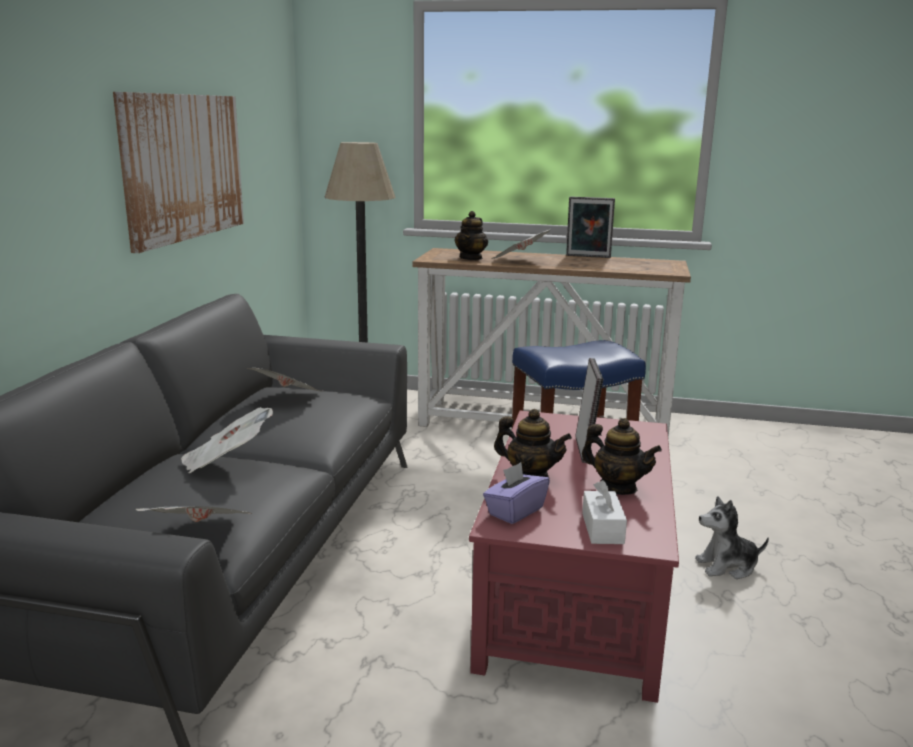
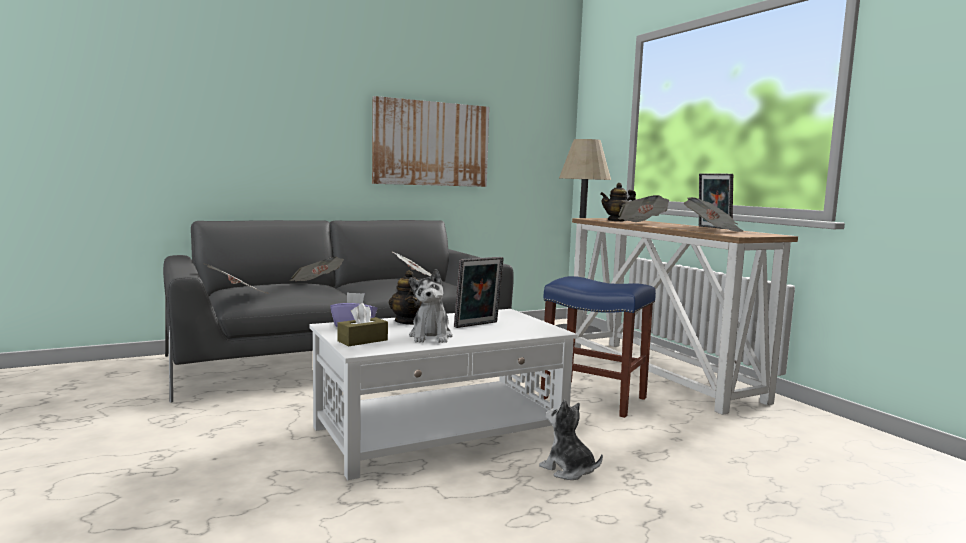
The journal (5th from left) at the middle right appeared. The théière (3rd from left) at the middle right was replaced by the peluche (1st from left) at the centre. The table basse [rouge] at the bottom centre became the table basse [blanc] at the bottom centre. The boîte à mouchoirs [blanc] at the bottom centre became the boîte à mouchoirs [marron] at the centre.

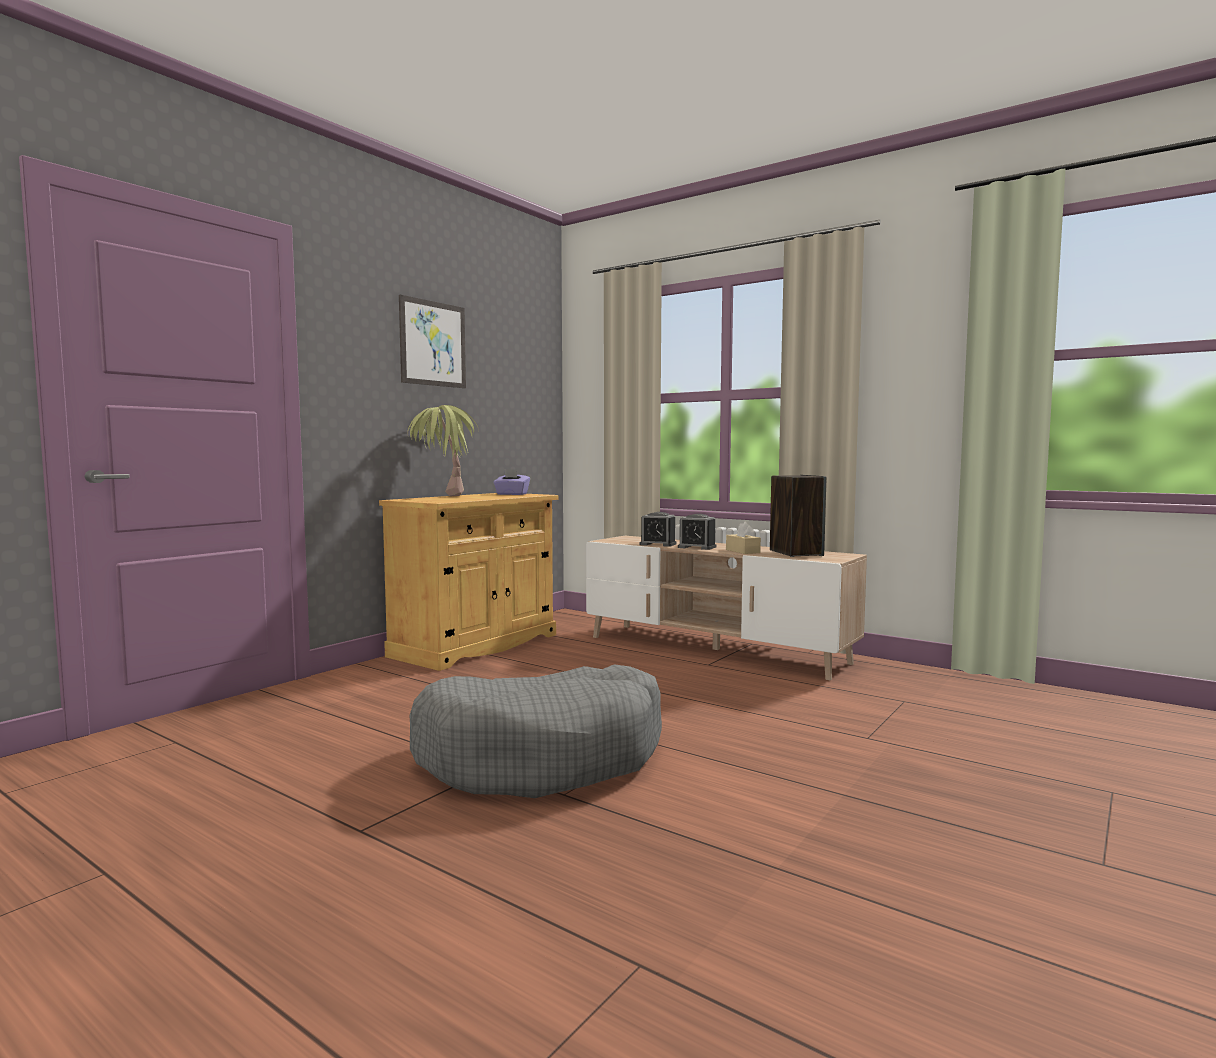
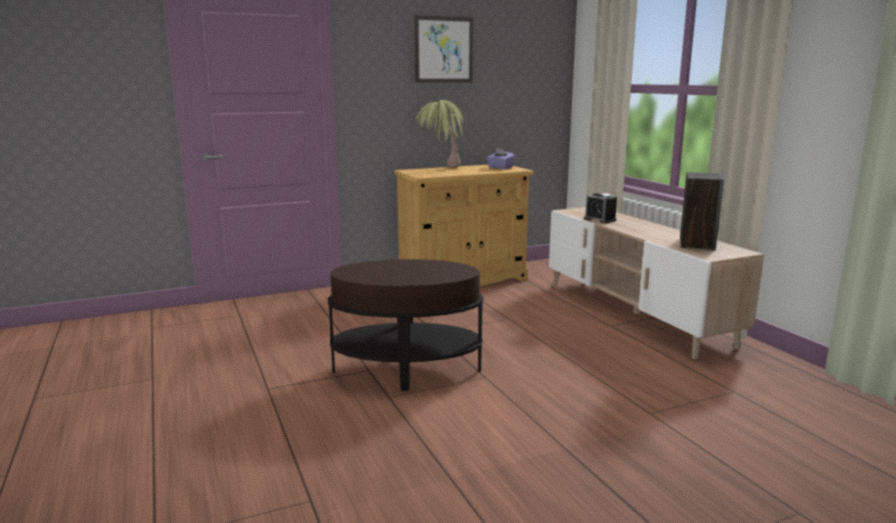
The réveil (2nd from left) at the centre disappeared. The boîte à mouchoirs [beige] at the centre disappeared. The panier pour chien [gris] at the bottom centre was replaced by the table d'appoint [marron] at the centre.

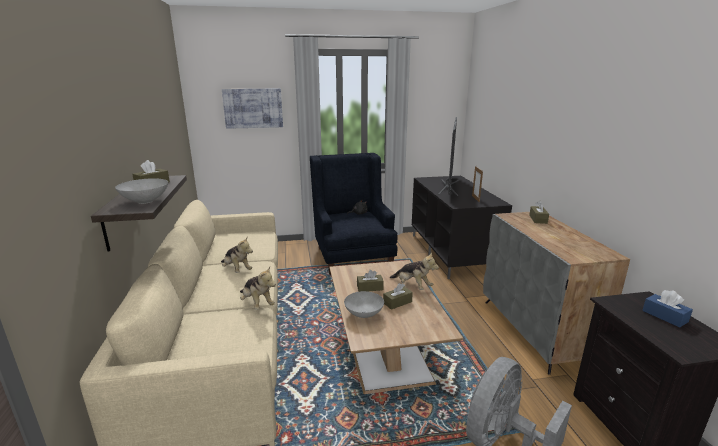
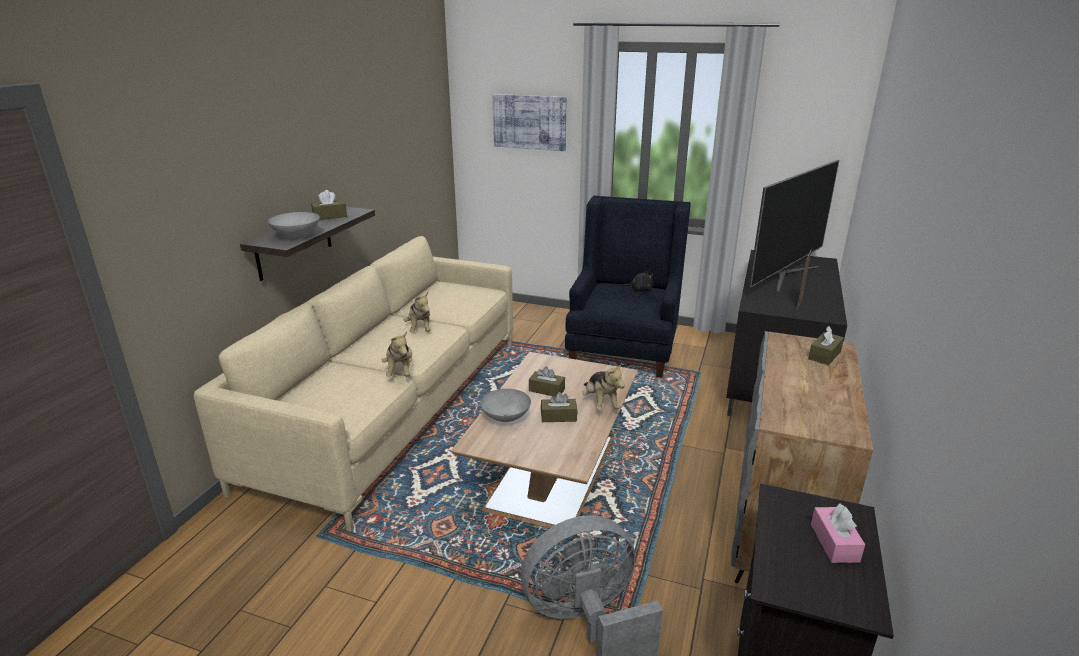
The boîte à mouchoirs [bleu] at the bottom right became the boîte à mouchoirs [rose] at the bottom right.

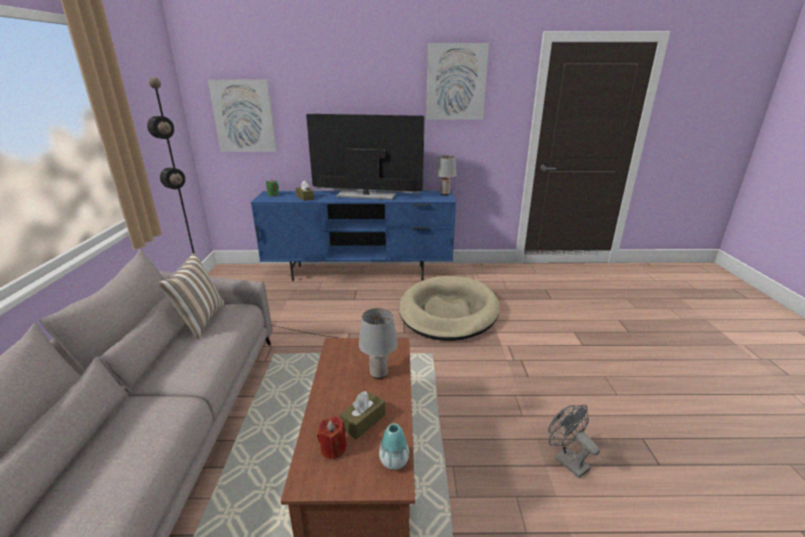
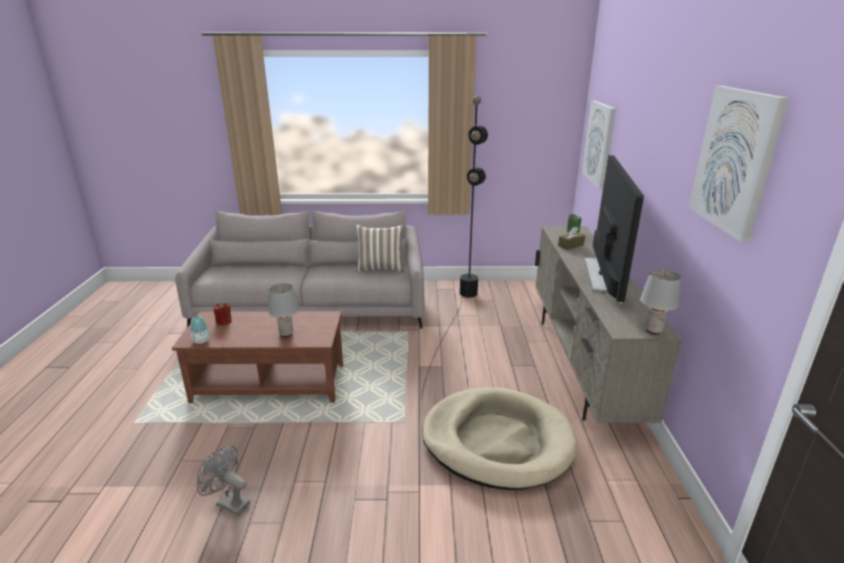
The boîte à mouchoirs [marron] (2nd from left) at the bottom centre disappeared. The meuble télé [bleu] at the centre became the meuble télé [beige] at the middle right. The ventilateur [gris] at the bottom right turned 120 degrees counterclockwise.

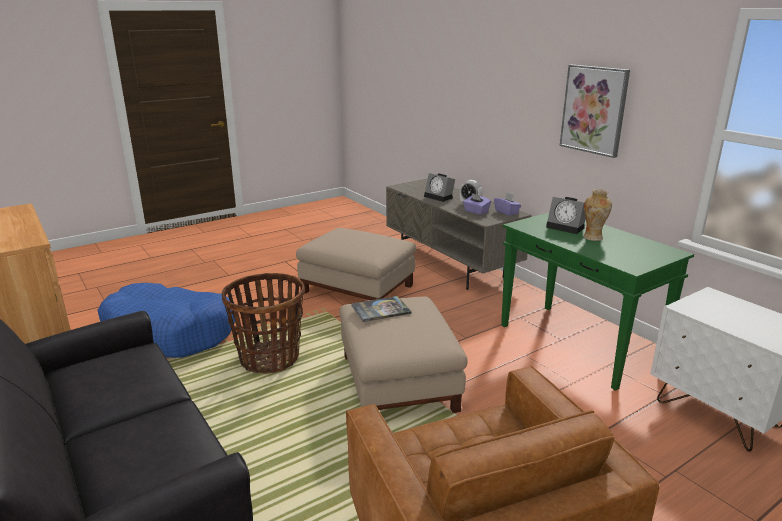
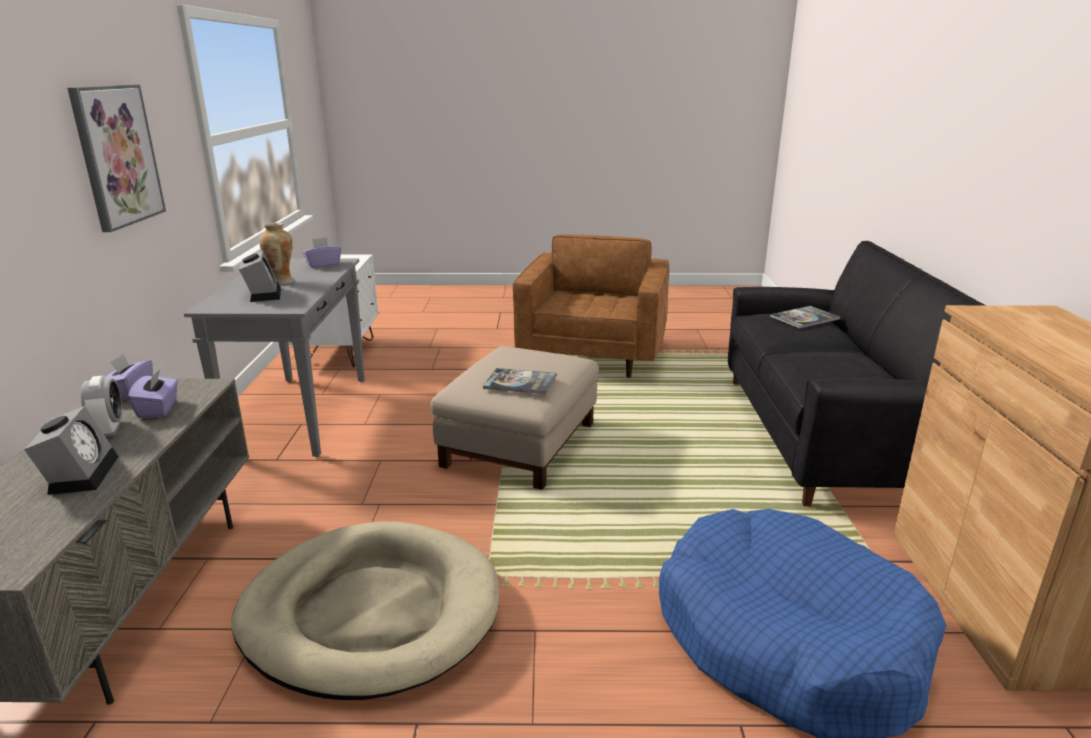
The panier at the centre disappeared. The boîte à mouchoirs [violet] (3rd from left) at the middle left appeared. The livre (2nd from left) at the middle right appeared. The pouf [beige] (1st from left) at the centre was replaced by the panier pour chien [beige] at the bottom centre. The table console [vert] at the middle right became the table console [gris] at the middle left.

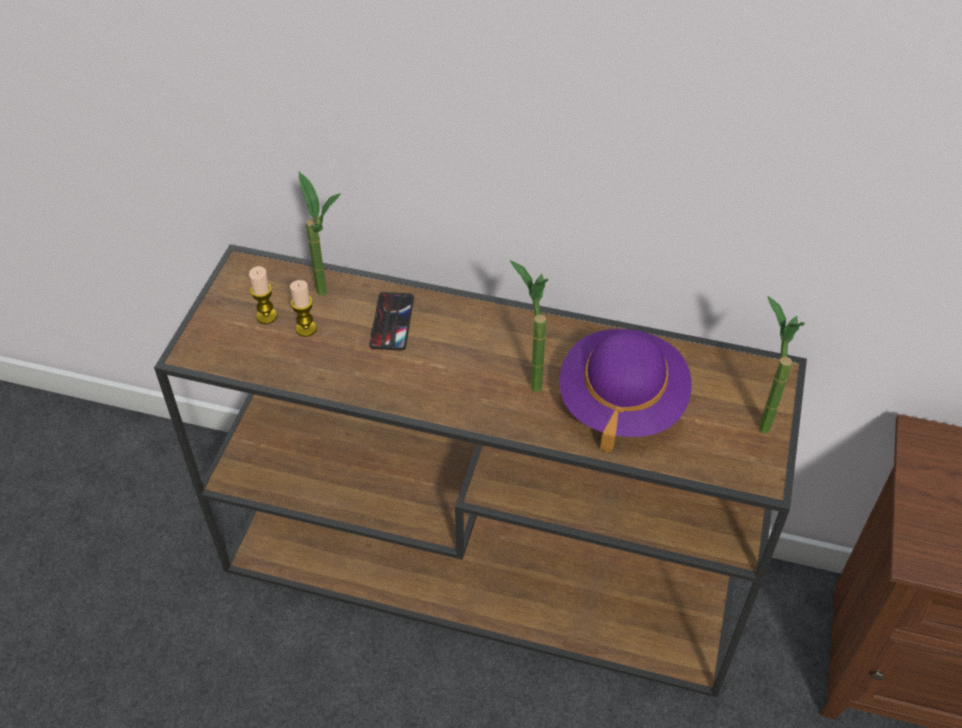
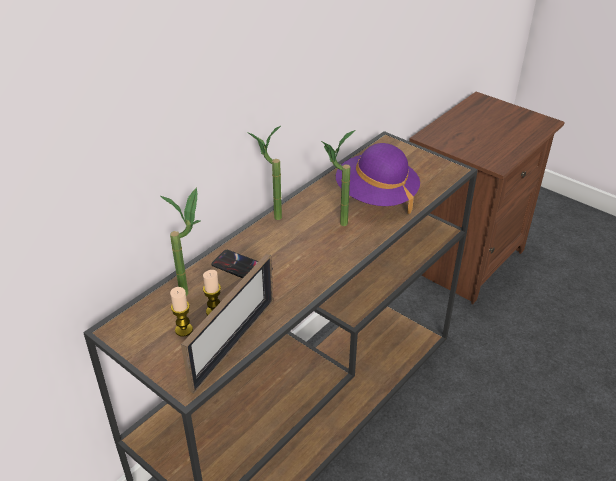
The cadre photo at the bottom centre appeared. The plante en pot (3rd from left in the first image) moved from the middle right to the centre.

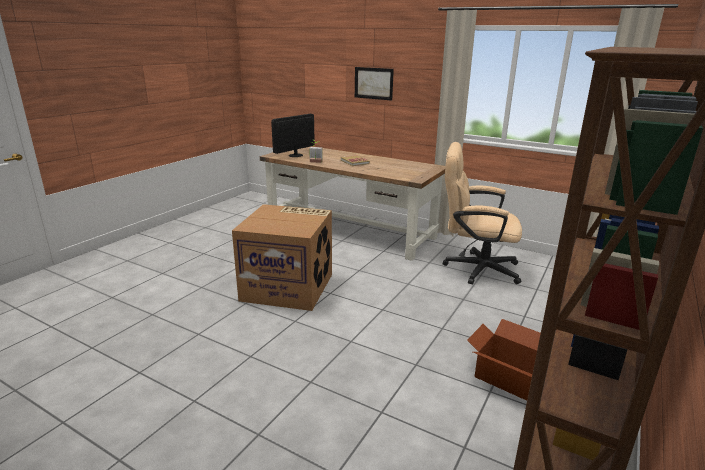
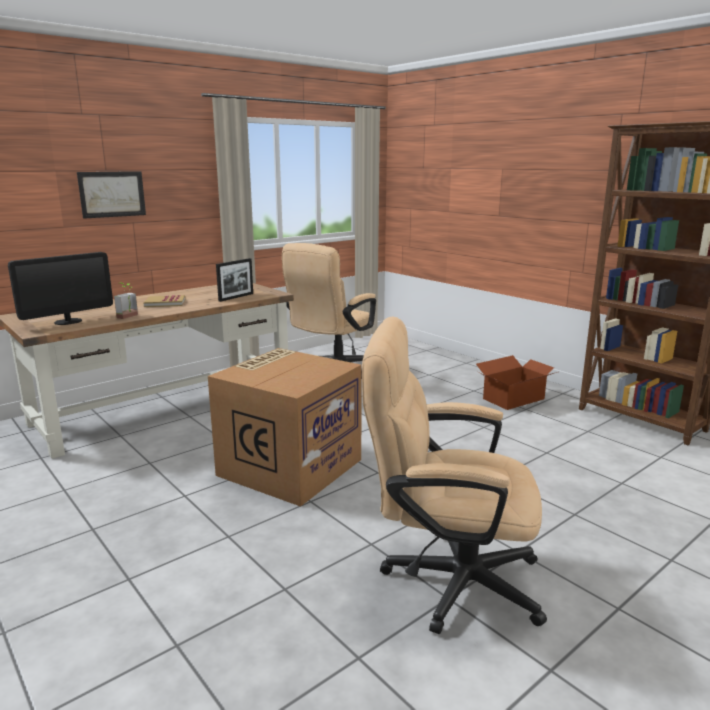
The cadre photo at the middle left appeared. The chaise de bureau [beige] (2nd from left) at the bottom centre appeared. The écran d'ordinateur at the top centre turned 105 degrees counterclockwise.

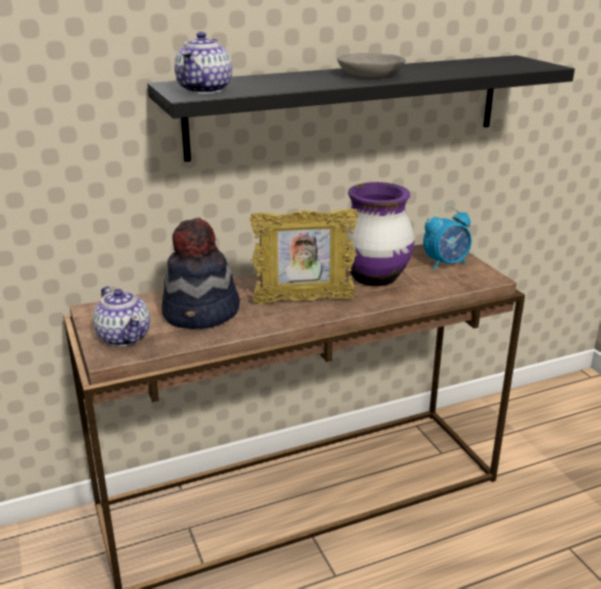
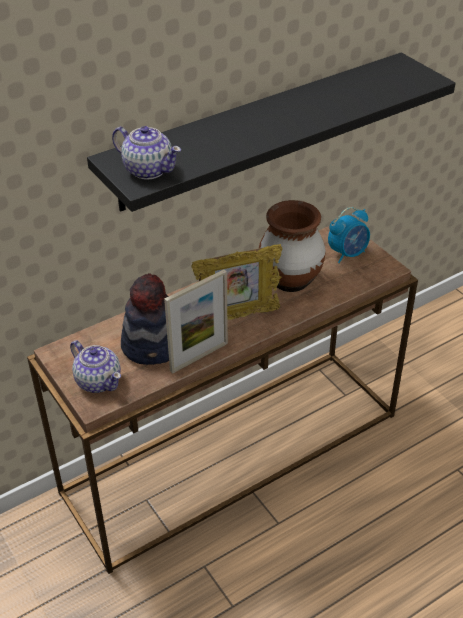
The bol [gris] at the top centre disappeared. The cadre photo (1st from left) at the centre appeared. The vase [violet] at the centre became the vase [marron] at the centre. The théière (2nd from left) at the top centre turned 60 degrees counterclockwise.

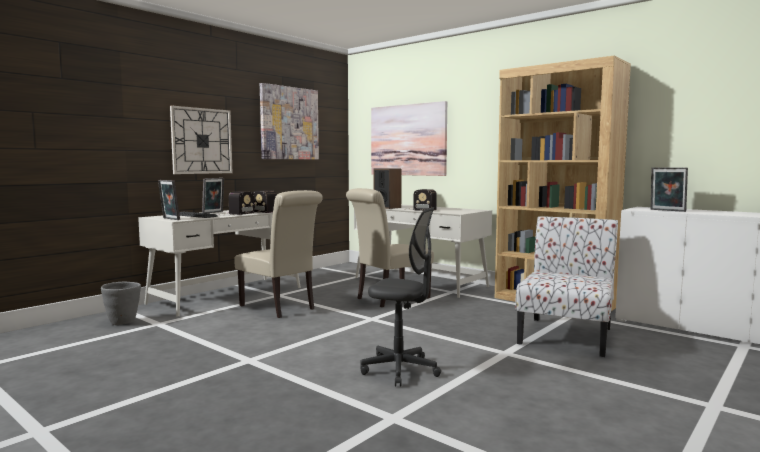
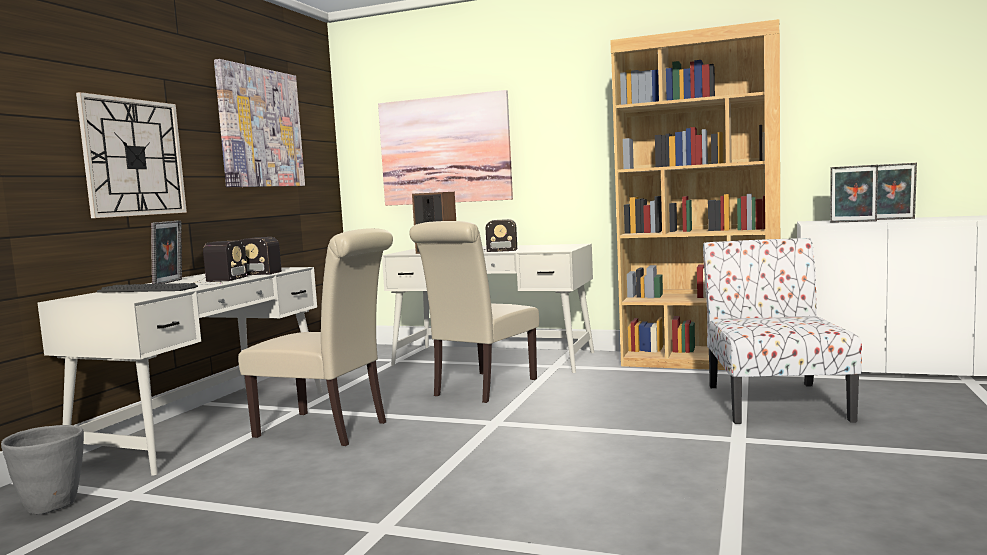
The chaise de bureau [gris] at the centre disappeared. The cadre photo (1st from left in the first image) moved from the middle left to the middle right.

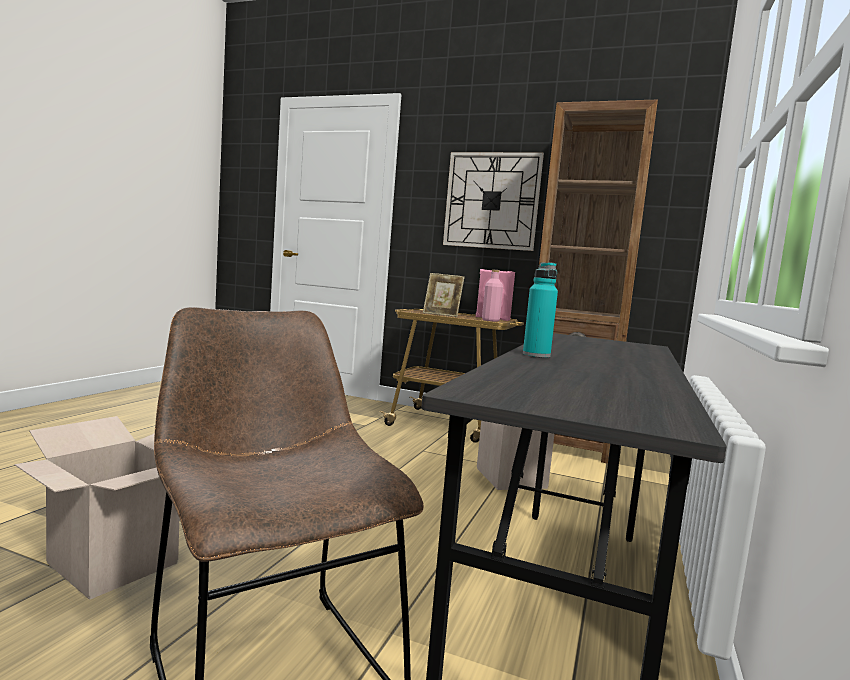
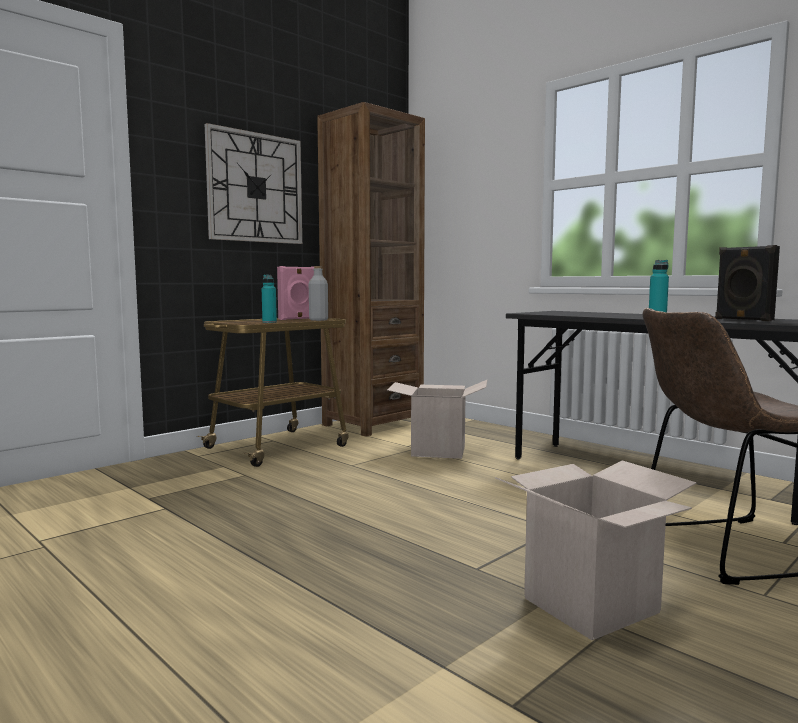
The enceinte [noir] at the middle right appeared. The cadre photo at the centre was replaced by the bouteille [turquoise] (1st from left) at the centre. The bouteille [rose] at the centre became the bouteille [gris] at the centre.

